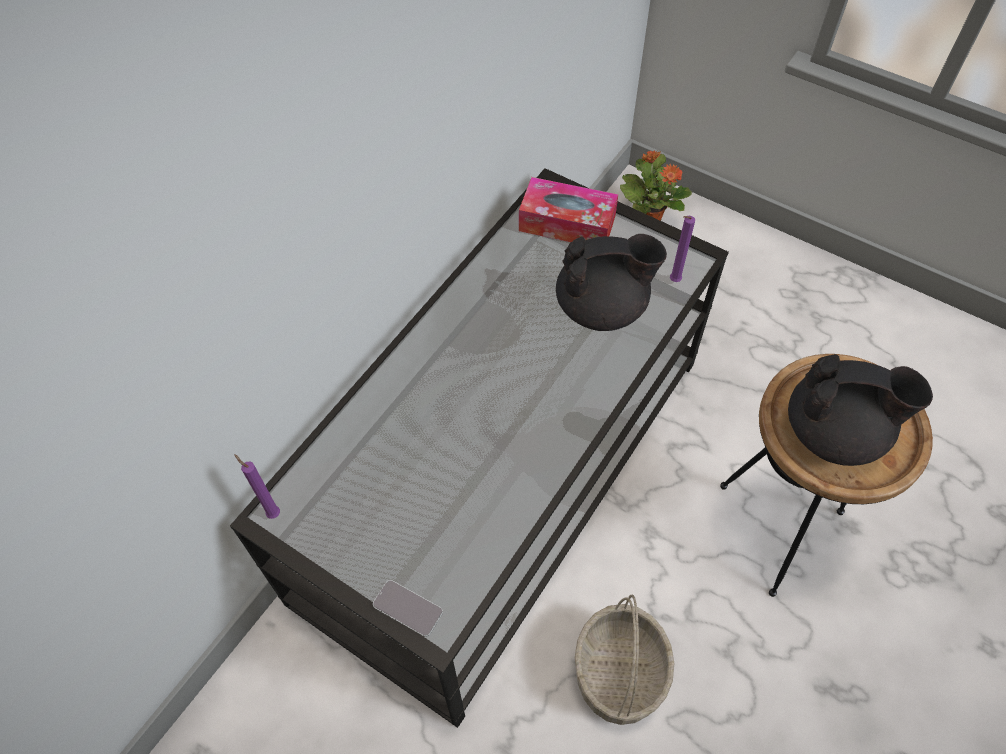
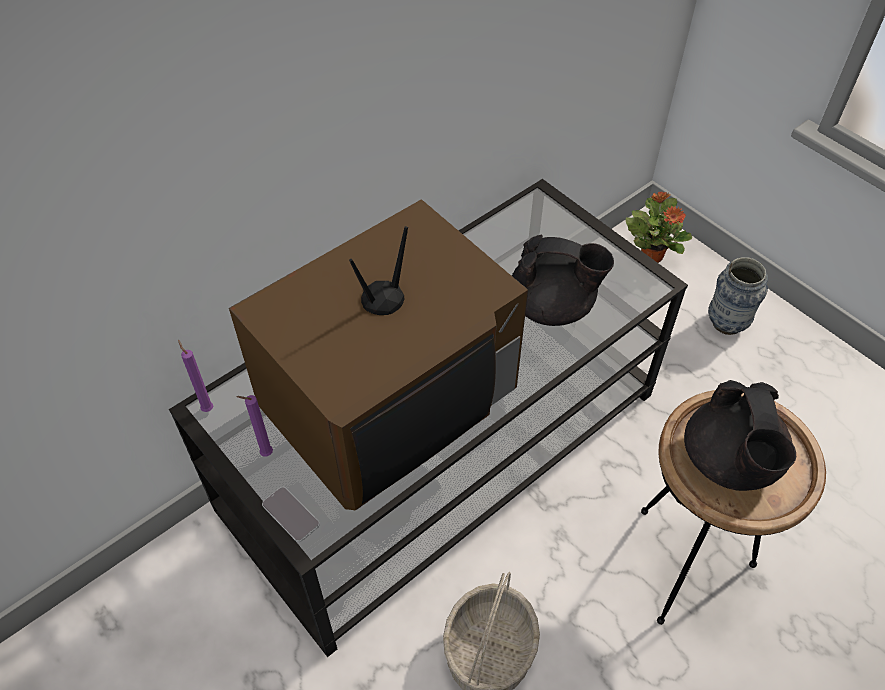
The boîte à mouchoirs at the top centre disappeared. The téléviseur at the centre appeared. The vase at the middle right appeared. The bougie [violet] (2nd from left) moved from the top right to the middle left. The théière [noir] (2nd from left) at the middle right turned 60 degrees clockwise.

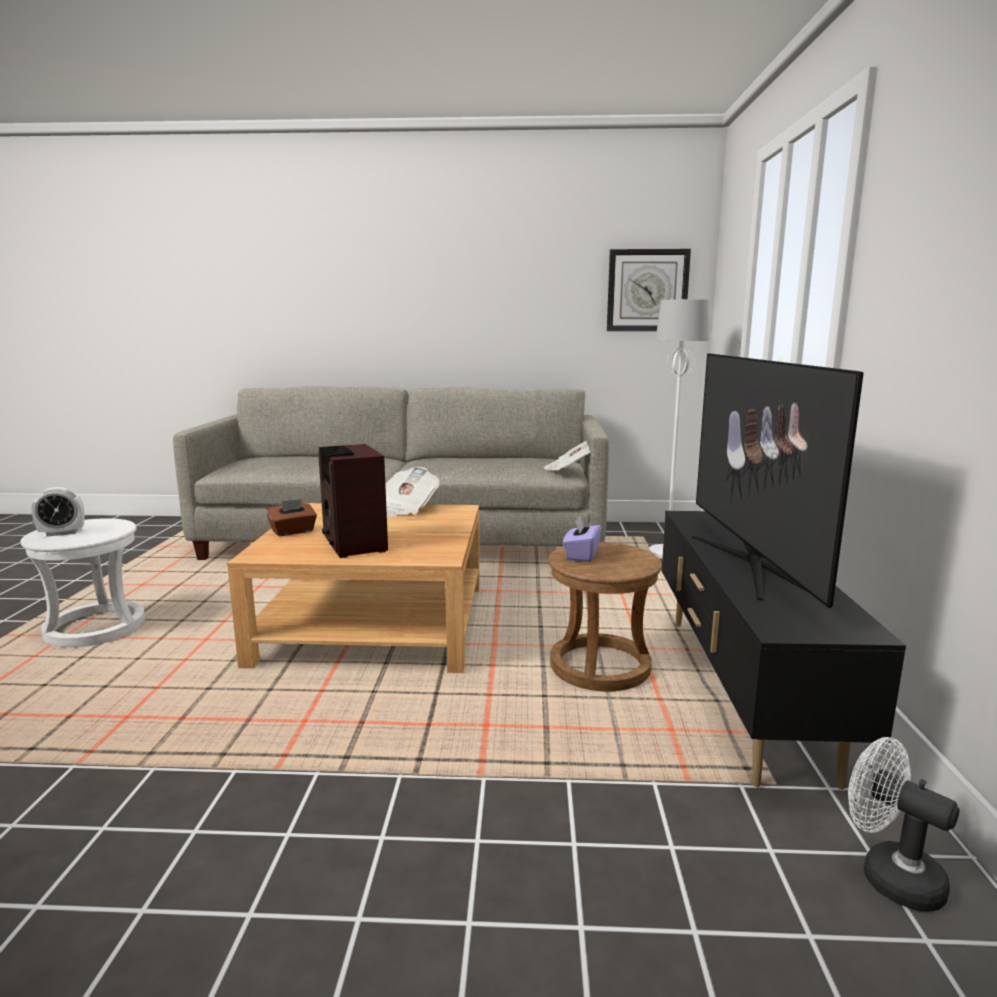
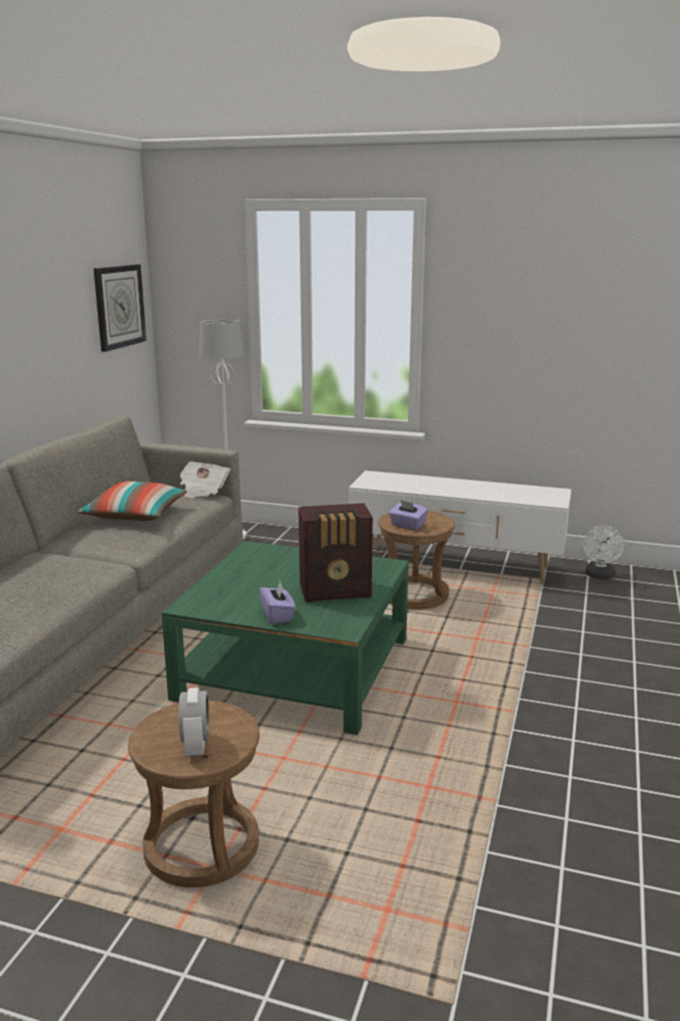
The journal (1st from left) at the centre disappeared. The téléviseur at the middle right disappeared. The coussin at the middle left appeared. The tabouret [blanc] at the middle left became the tabouret [marron] (1st from left) at the bottom left. The table basse [beige] at the centre became the table basse [vert] at the centre. The boîte à mouchoirs [marron] at the middle left became the boîte à mouchoirs [violet] (1st from left) at the centre. The meuble télé [noir] at the middle right became the meuble télé [blanc] at the middle right. The ventilateur [blanc] at the bottom right turned 45 degrees counterclockwise.

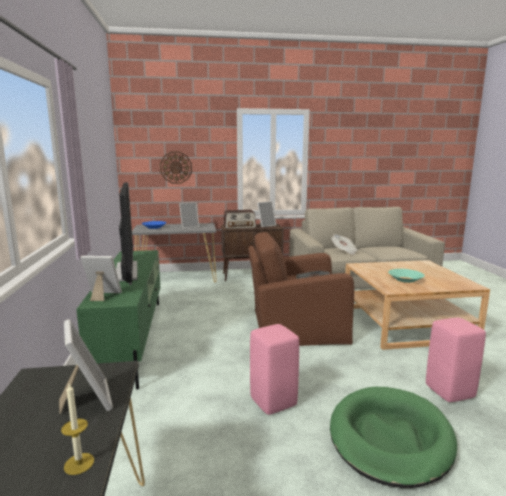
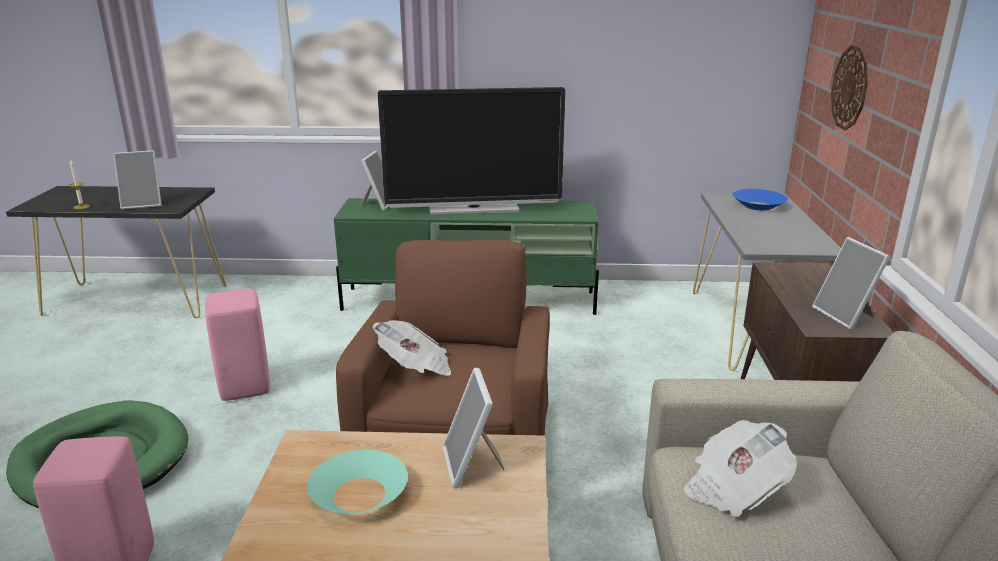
The radio at the centre disappeared. The cadre photo (3rd from left) moved from the centre to the bottom centre.

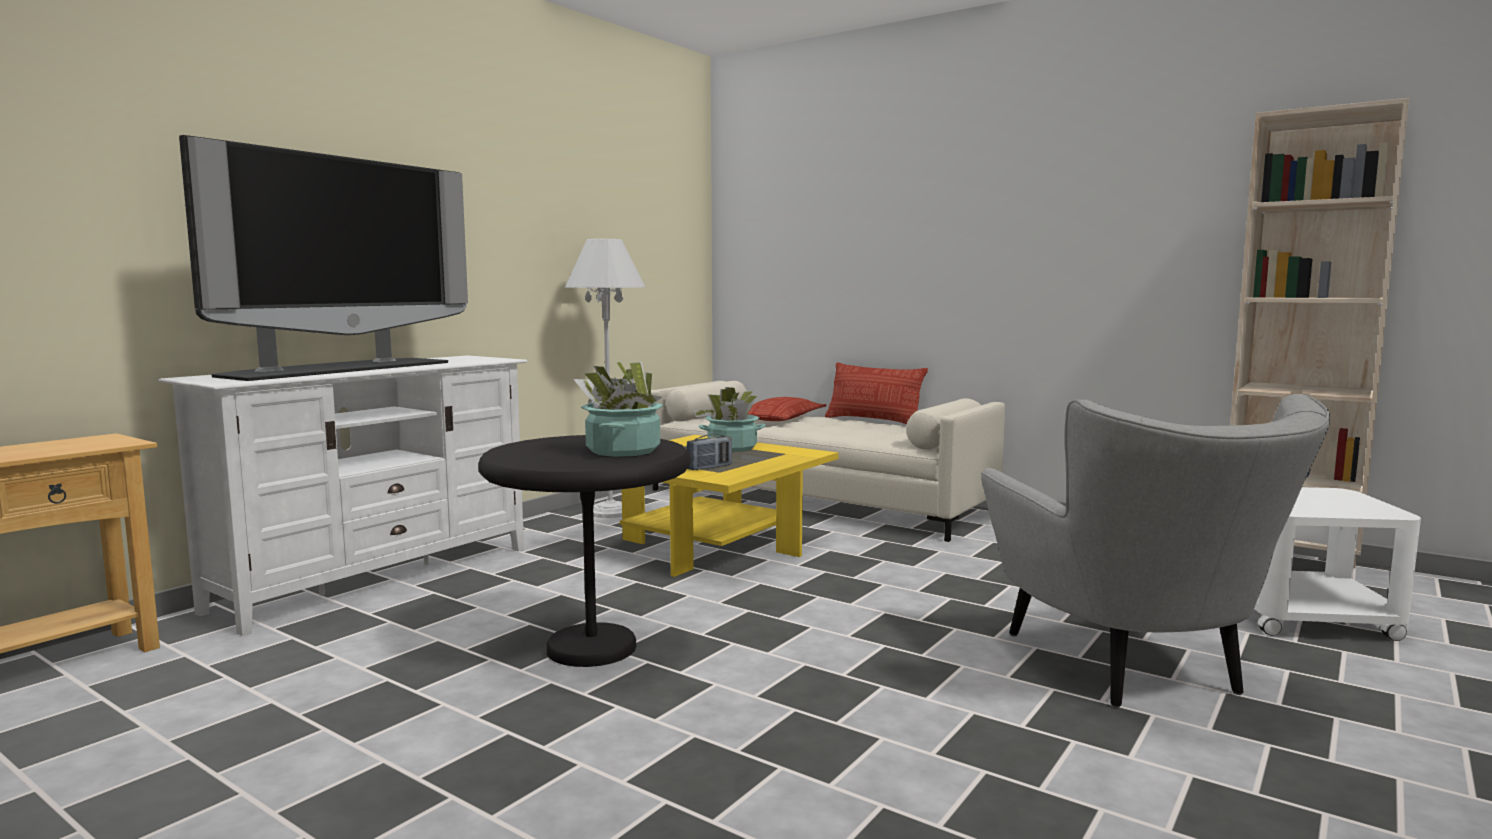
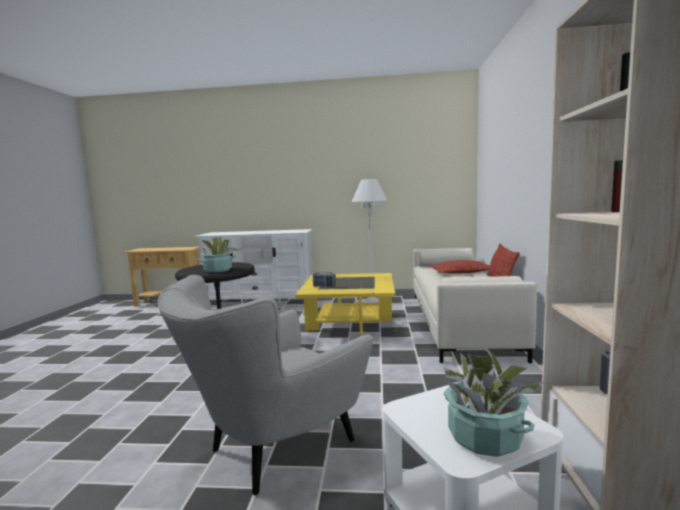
The téléviseur at the top left disappeared. The plante en pot (2nd from left) moved from the centre to the bottom right.

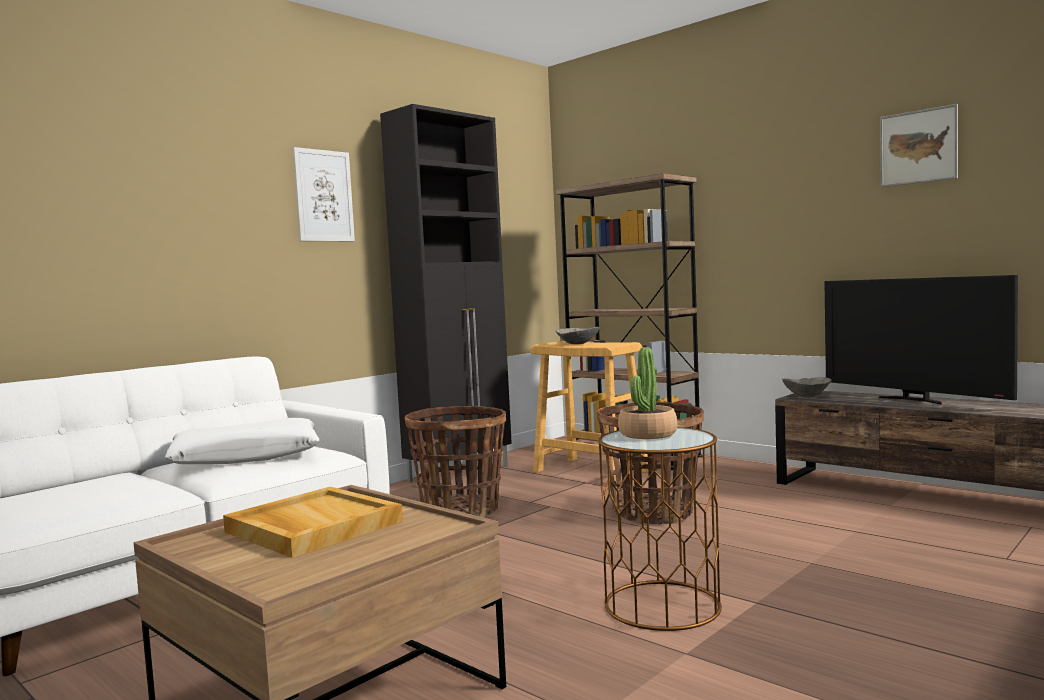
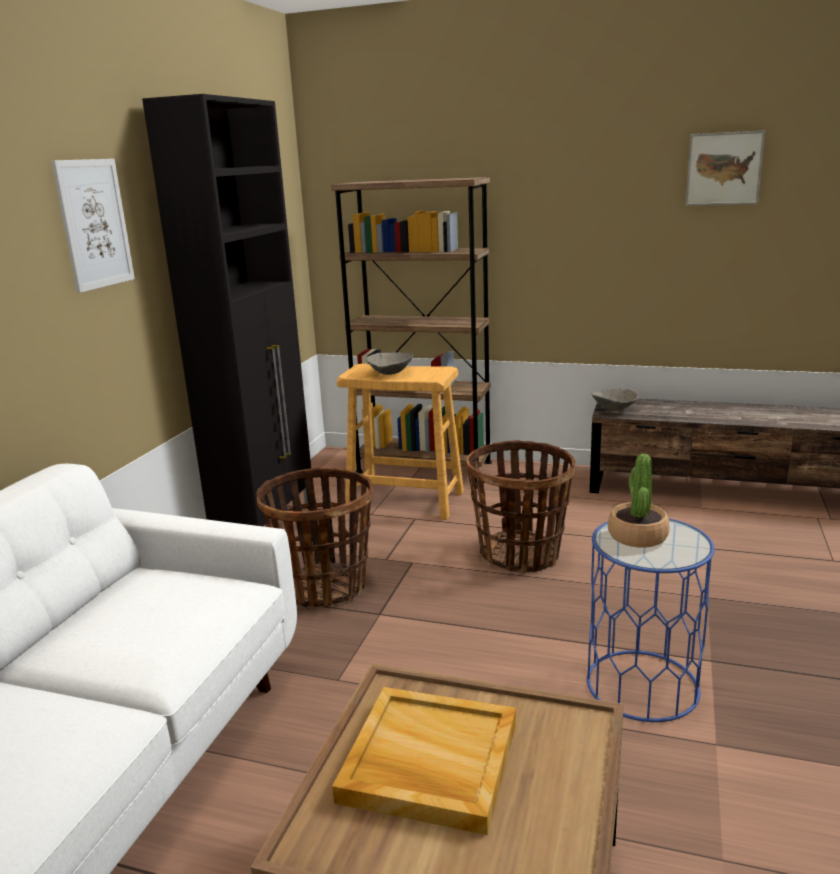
The coussin [blanc] at the middle left disappeared. The téléviseur at the middle right disappeared. The table d'appoint [marron] at the bottom centre became the table d'appoint [bleu] at the bottom right.

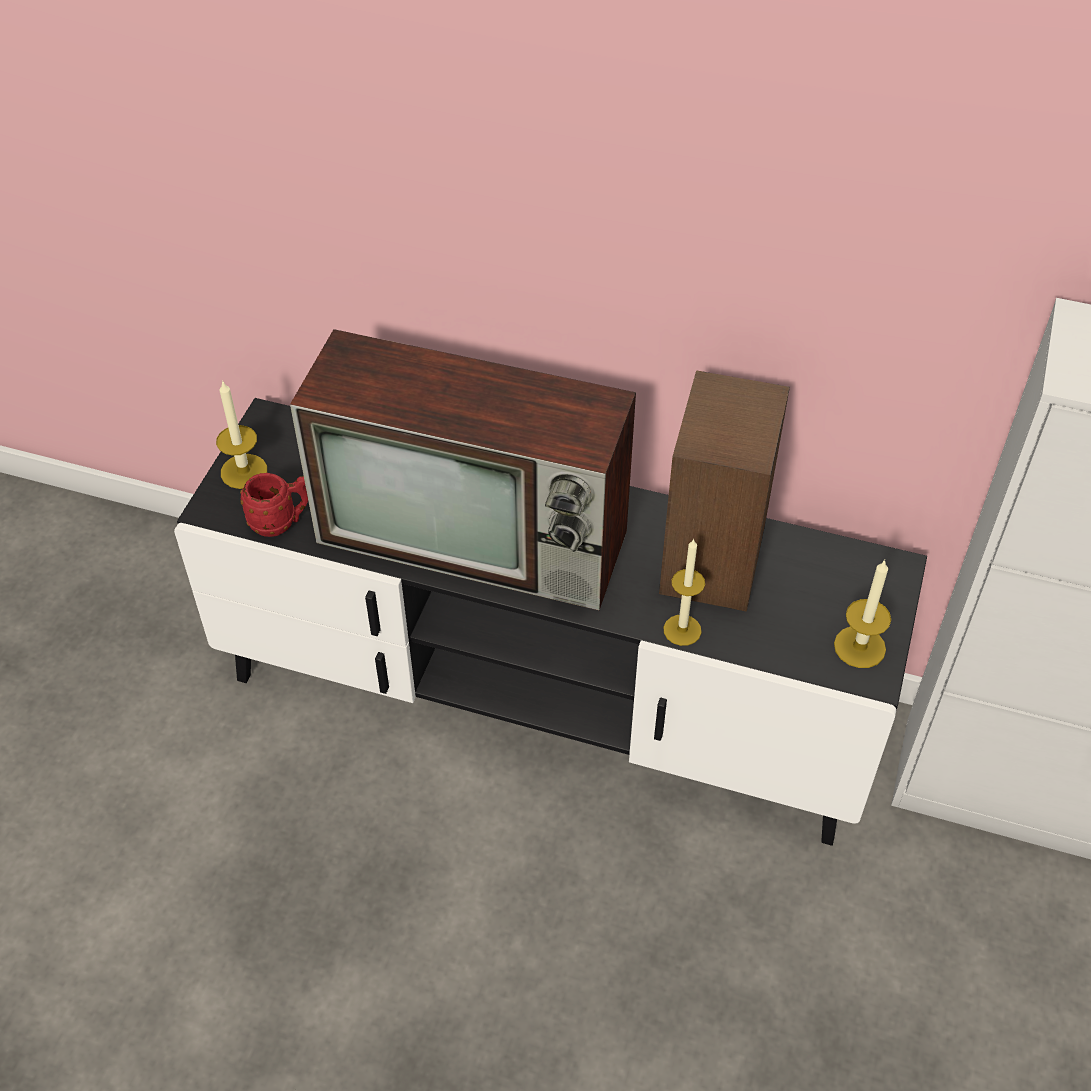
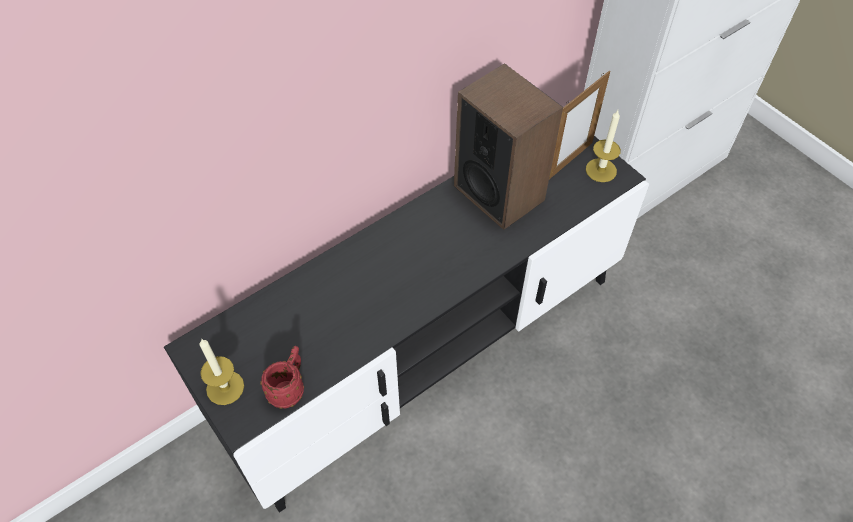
The téléviseur at the centre disappeared. The bougie (2nd from left) at the centre disappeared. The cadre photo at the top right appeared.

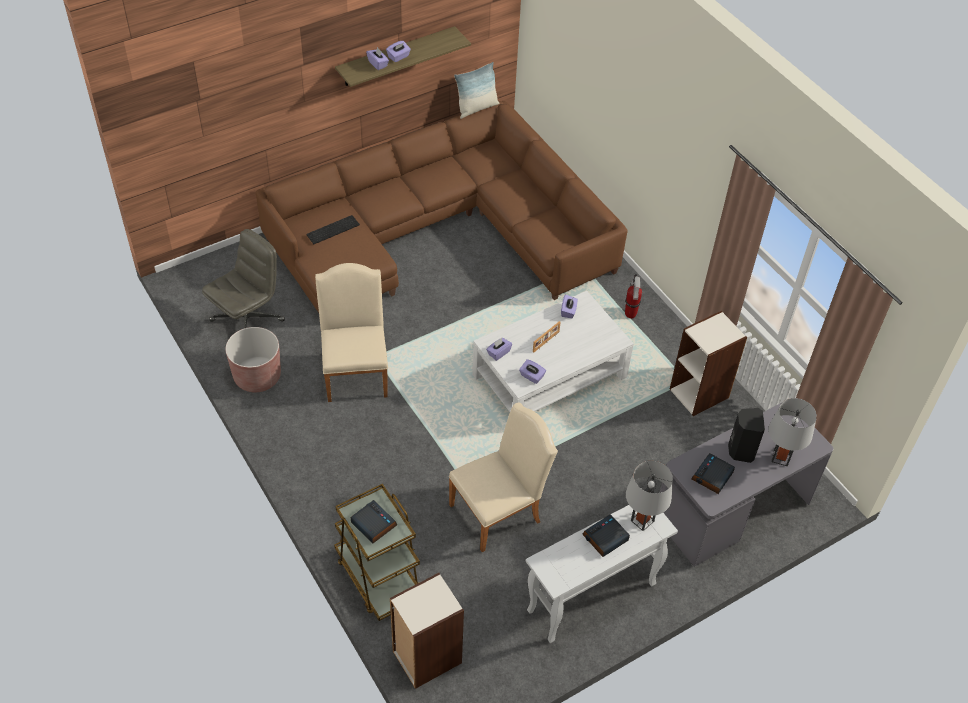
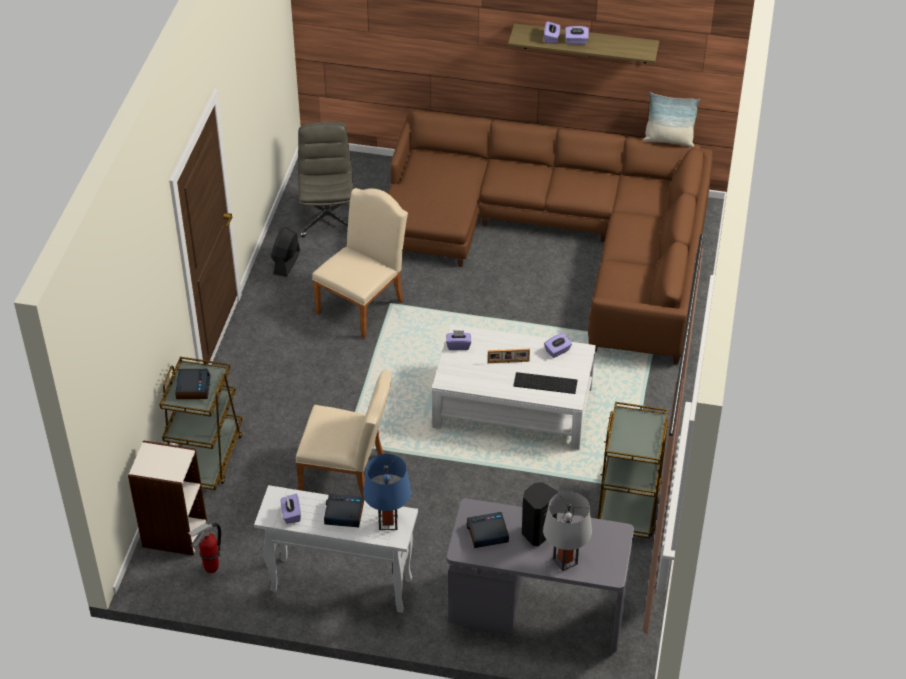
The clavier moved from the top centre to the centre. The boîte à mouchoirs [violet] (4th from left in the first image) moved from the centre to the bottom left. The extincteur moved from the centre to the bottom left. The cache-pot [marron] at the middle left was replaced by the ventilateur [noir] at the middle left. The bibliothèque (2nd from left) at the middle right was replaced by the chariot [marron] (2nd from left) at the bottom right. The lampe de table [gris] (1st from left) at the bottom right became the lampe de table [bleu] at the bottom centre. The chaise de bureau [gris] at the middle left turned 90 degrees counterclockwise.

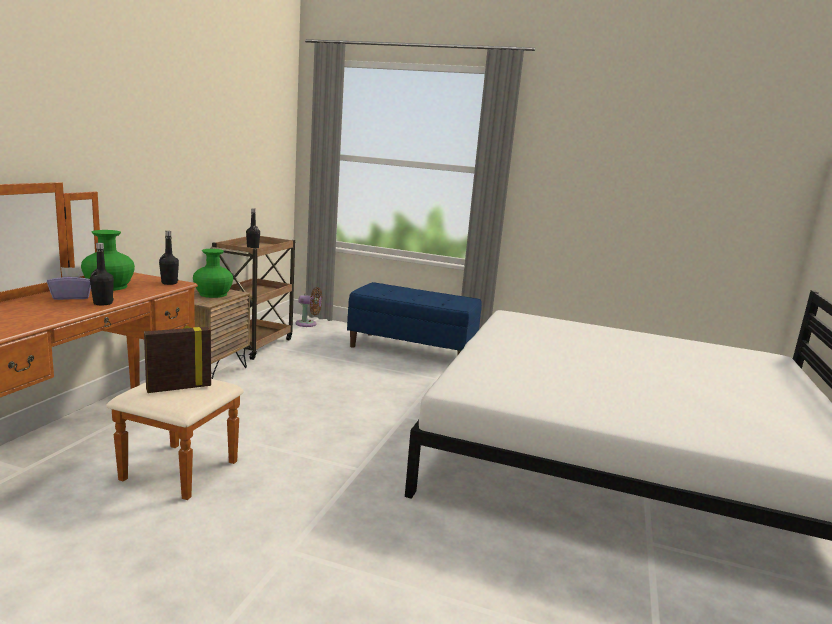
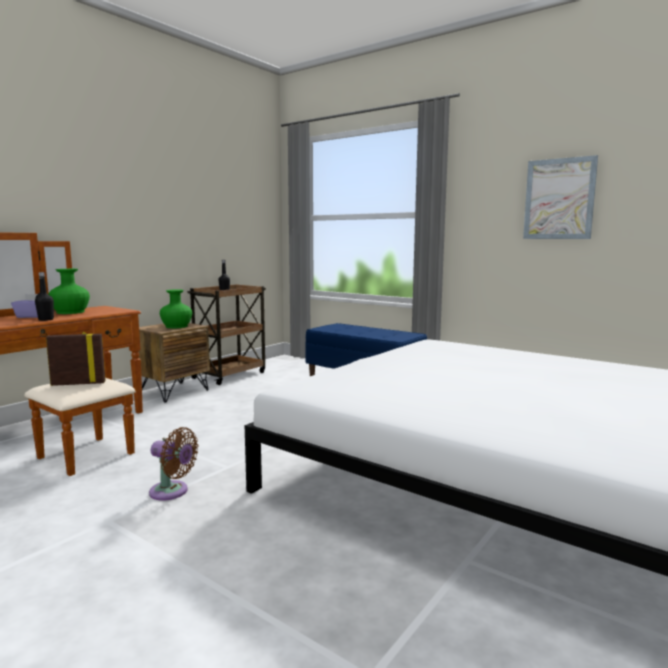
The bouteille [noir] (2nd from left) at the middle left disappeared. The tableau at the top right appeared. The ventilateur [marron] moved from the centre to the bottom left.

